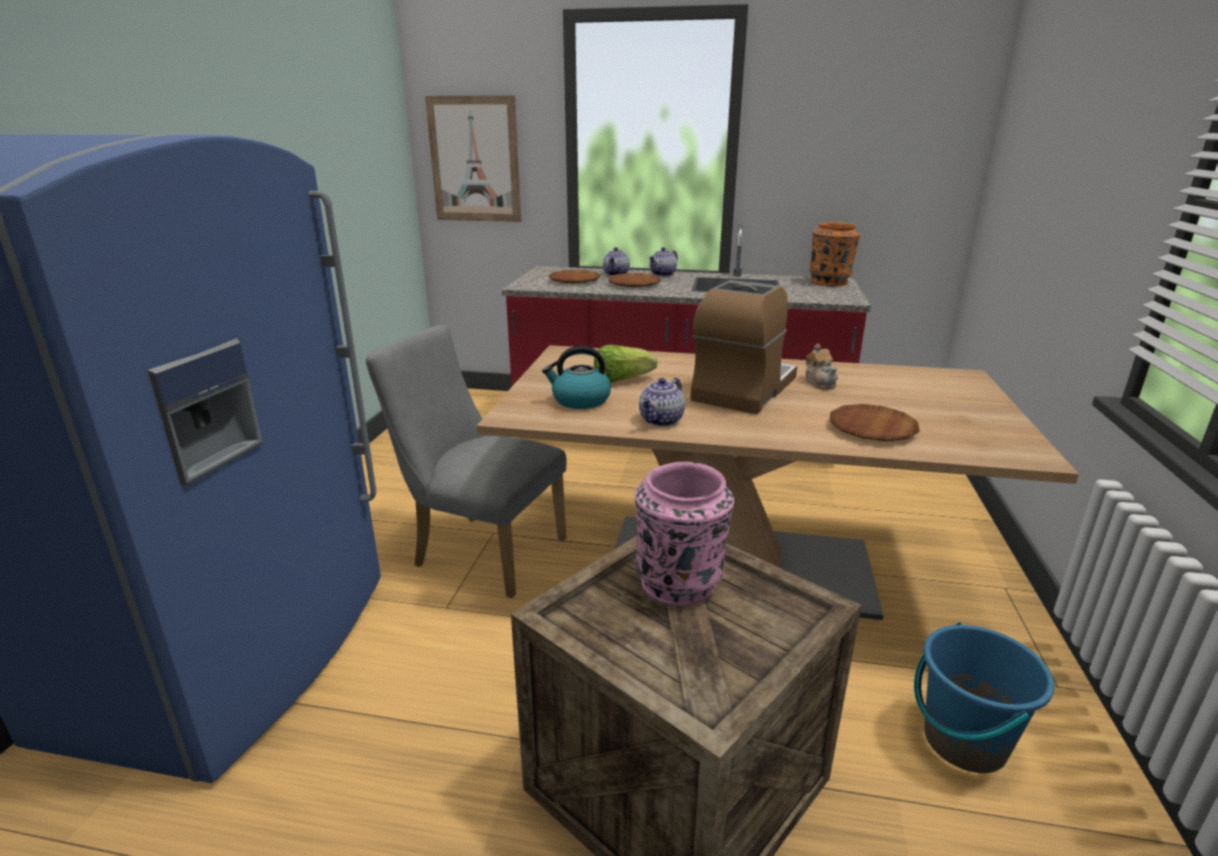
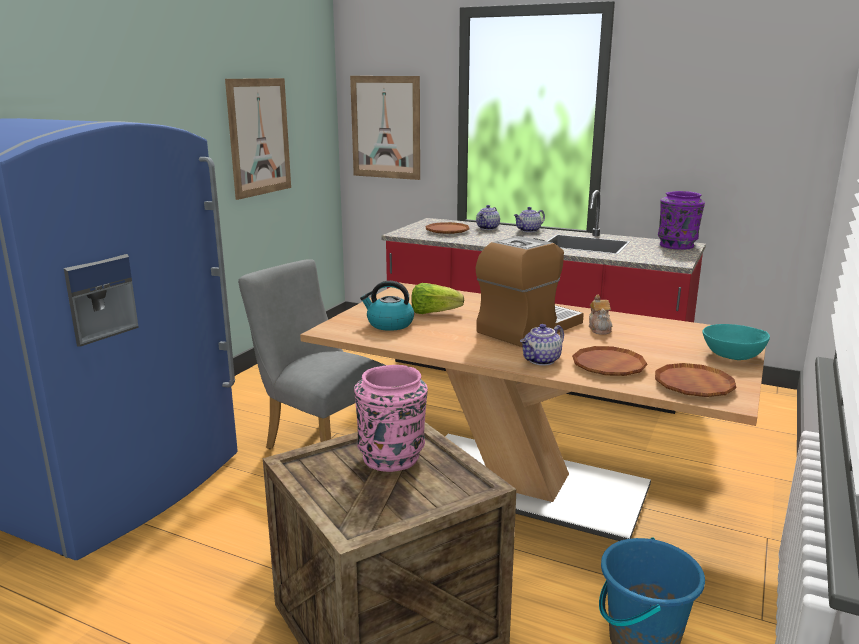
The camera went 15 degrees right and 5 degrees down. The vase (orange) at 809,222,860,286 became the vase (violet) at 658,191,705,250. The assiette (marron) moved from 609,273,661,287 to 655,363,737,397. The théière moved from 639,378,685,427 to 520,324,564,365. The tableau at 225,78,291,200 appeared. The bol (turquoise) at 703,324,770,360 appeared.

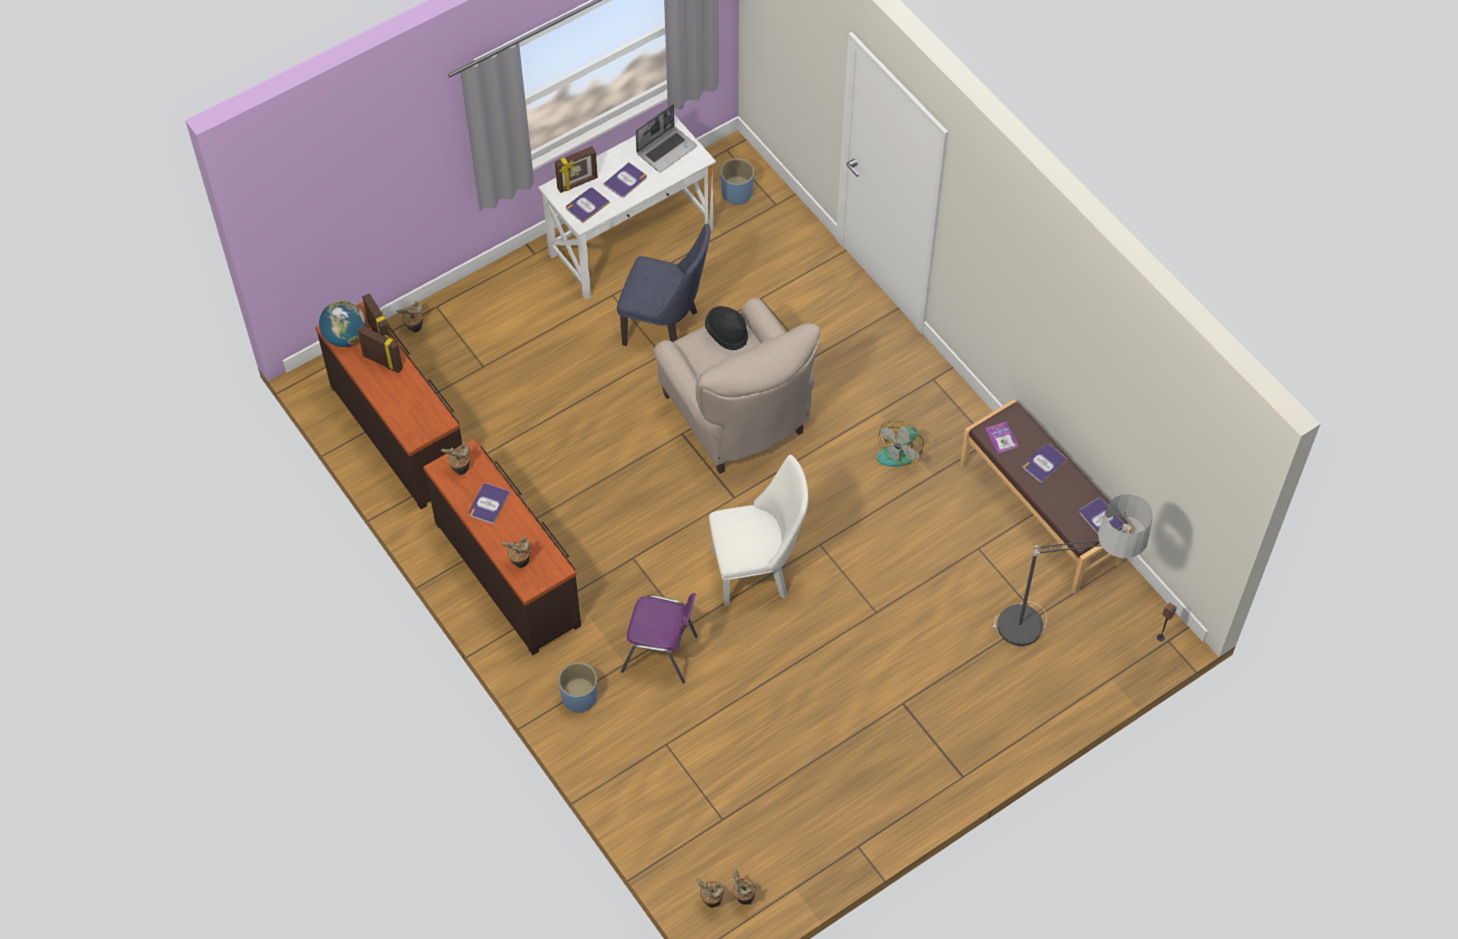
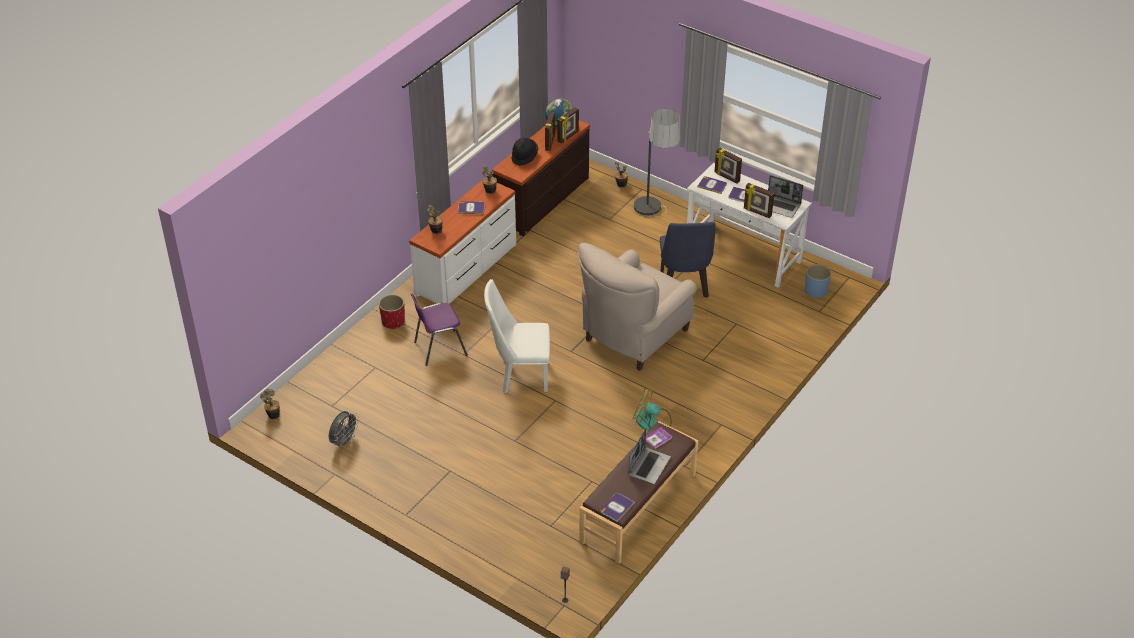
The camera went 70 degrees right and 15 degrees down. The chapeau (noir) moved from 705,306,748,350 to 511,138,538,166. The commode (marron) at 423,438,581,655 became the commode (blanc) at 409,177,516,304. The livre at 1022,444,1068,483 was replaced by the ordinateur portable at 628,429,671,484. The chaise (blanc) at 709,454,808,606 turned 120 degrees clockwise. The lampadaire moved from 993,494,1153,646 to 634,109,680,217. The chaise (violet) at 621,593,698,684 turned 75 degrees clockwise. The cache-pot (bleu) at 558,662,597,713 became the cache-pot (rouge) at 379,294,405,329. The plante en pot at 733,870,756,905 disappeared. The cadre photo at 744,183,774,218 appeared. The ventilateur (gris) at 329,411,359,448 appeared.

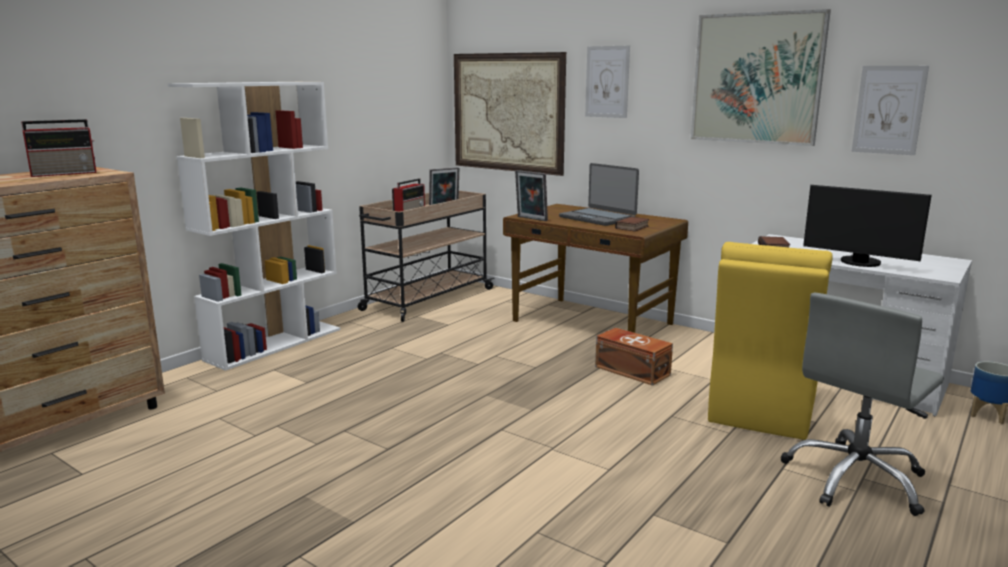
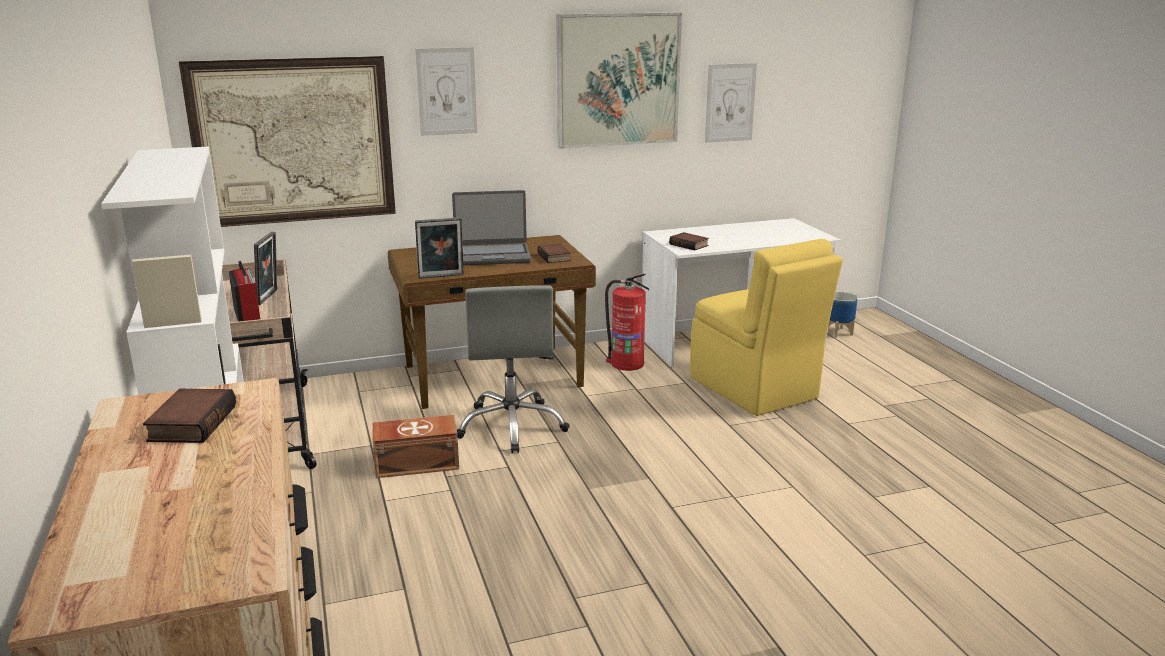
The camera went 55 degrees left and 5 degrees up. The radio at 21,119,97,177 was replaced by the livre at 143,389,236,443. The écran d'ordinateur at 803,185,932,267 disappeared. The chaise de bureau (gris) moved from 781,293,944,516 to 457,285,570,453. The boîte de rangement (marron) moved from 595,328,673,386 to 372,415,459,478. The extincteur at 605,274,649,371 appeared.

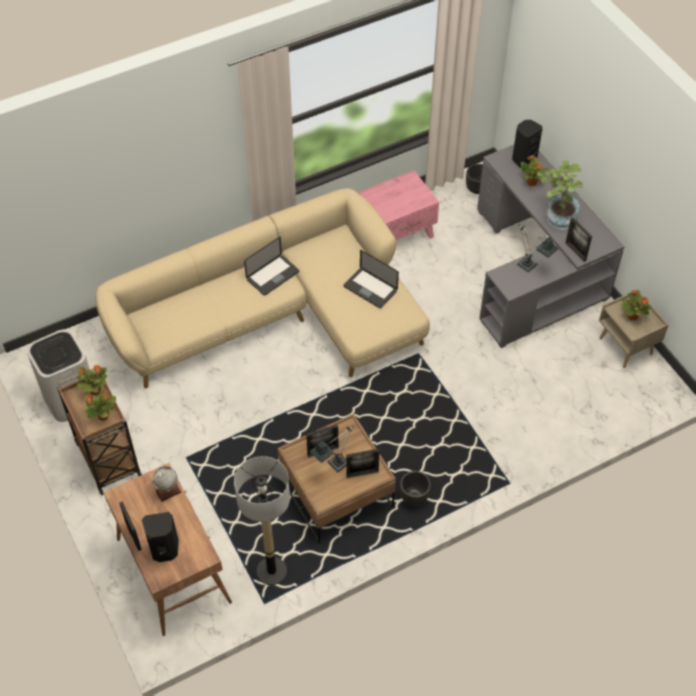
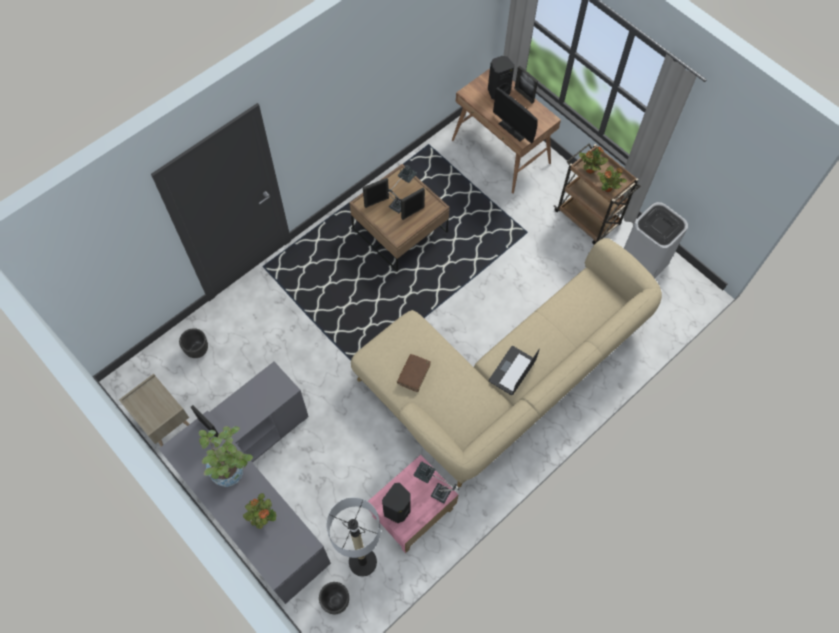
The camera went 165 degrees right and 10 degrees up. The enceinte (noir) moved from 512,120,542,168 to 382,483,411,523. The lampe de table moved from 517,225,558,272 to 414,462,459,504. The ordinateur portable at 343,250,399,308 was replaced by the livre (marron) at 397,354,431,392. The plante en pot at 621,290,652,320 disappeared. The lampadaire moved from 234,456,290,585 to 326,497,381,577. The globe at 152,466,181,502 was replaced by the écran d'ordinateur at 493,87,538,144. The cache-pot (noir) moved from 400,471,431,506 to 179,328,208,358.

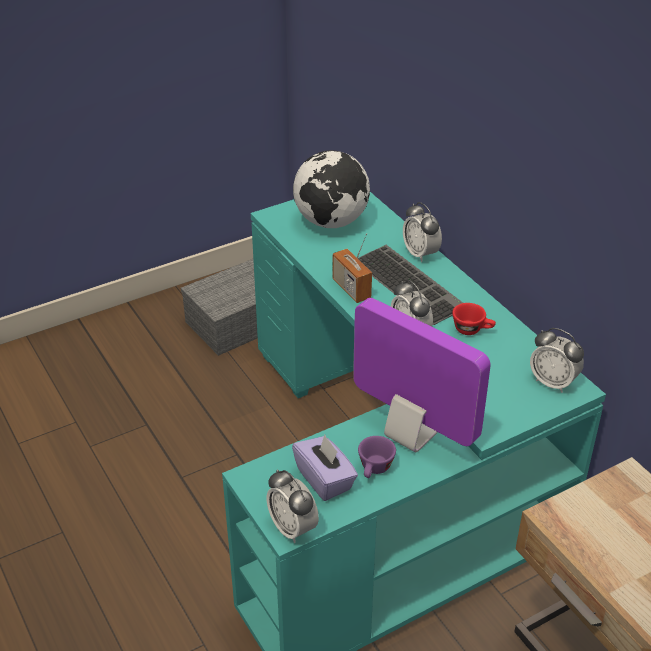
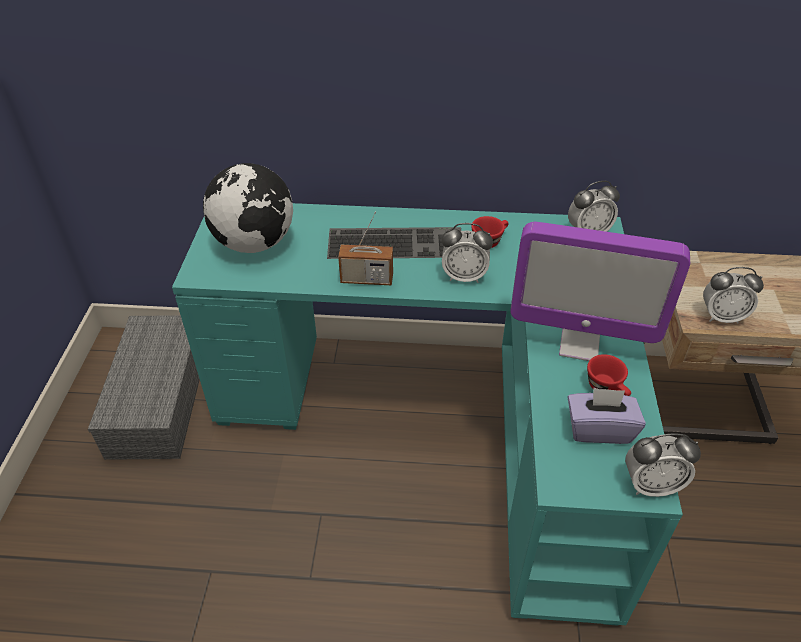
The camera went 55 degrees left and 5 degrees up. The réveil moved from 403,202,442,262 to 703,267,764,323. The écran d'ordinateur at 353,298,491,452 turned 150 degrees counterclockwise. The tasse (violet) at 358,436,396,478 became the tasse (rouge) at 587,354,631,396.

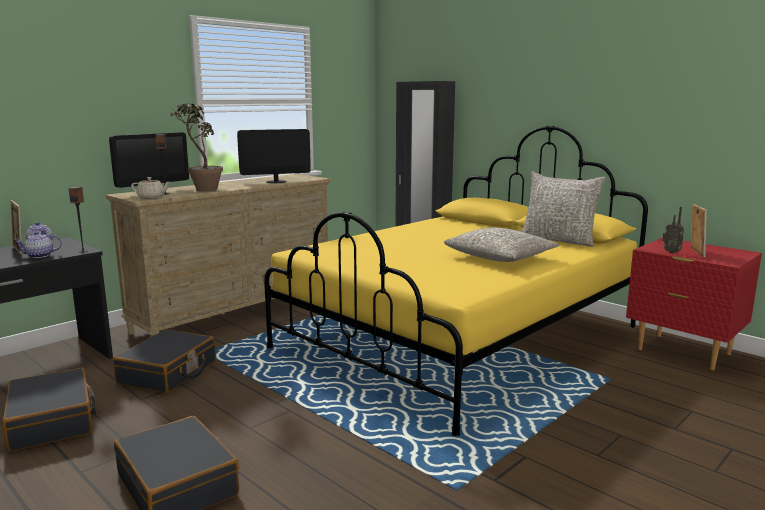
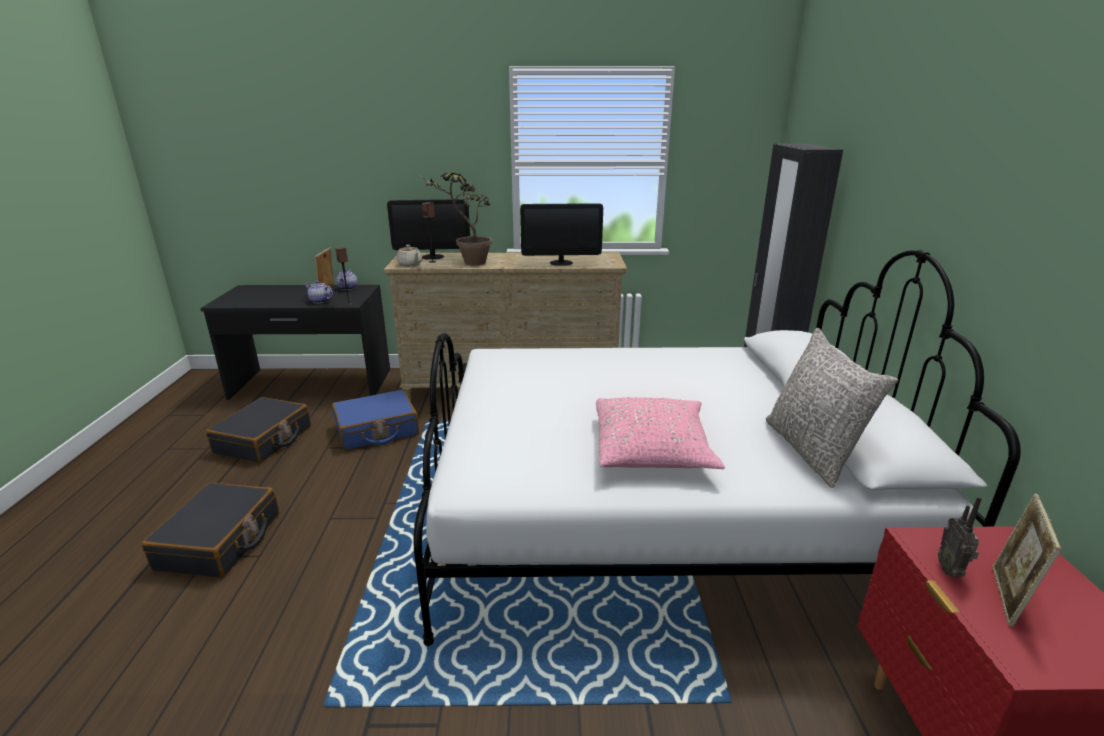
The camera went 45 degrees right and 10 degrees up. The lit (jaune) at 264,126,648,436 became the lit (blanc) at 414,250,1021,646. The écran d'ordinateur at 237,129,311,183 turned 150 degrees clockwise. The cadre photo at 691,204,707,258 turned 150 degrees clockwise. The coussin (gris) at 444,227,560,262 became the coussin (rose) at 596,397,725,469. The valise (noir) at 113,329,216,393 became the valise (bleu) at 332,390,419,451.

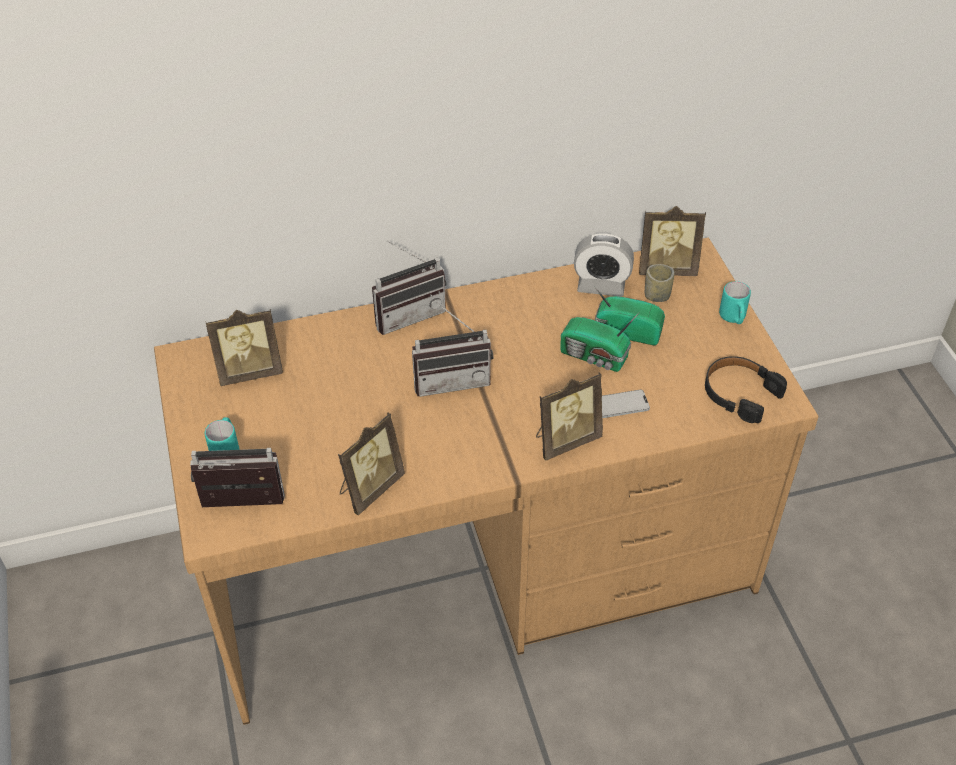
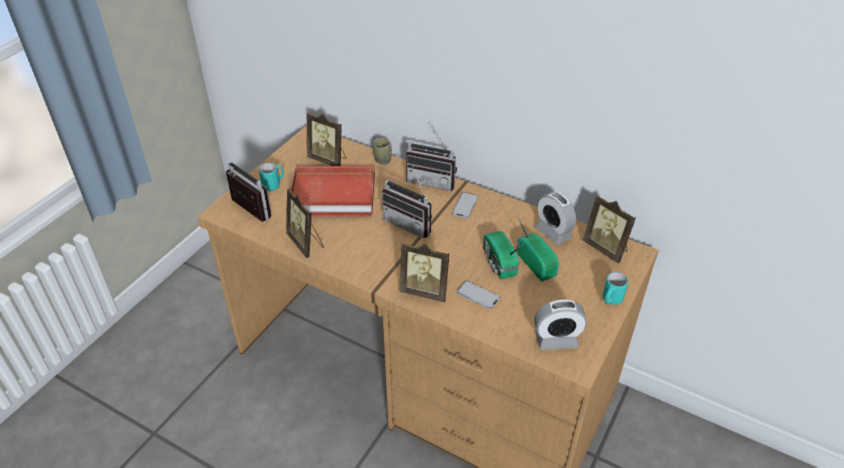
The camera went 45 degrees right and 5 degrees down. The tasse moved from 645,264,675,302 to 373,138,392,165. The casque audio (noir) at 705,356,787,423 was replaced by the réveil at 534,299,587,350. The cadre photo at 338,412,405,515 turned 60 degrees clockwise. The plateau (rouge) at 291,166,375,217 appeared. The téléphone at 452,192,478,218 appeared.

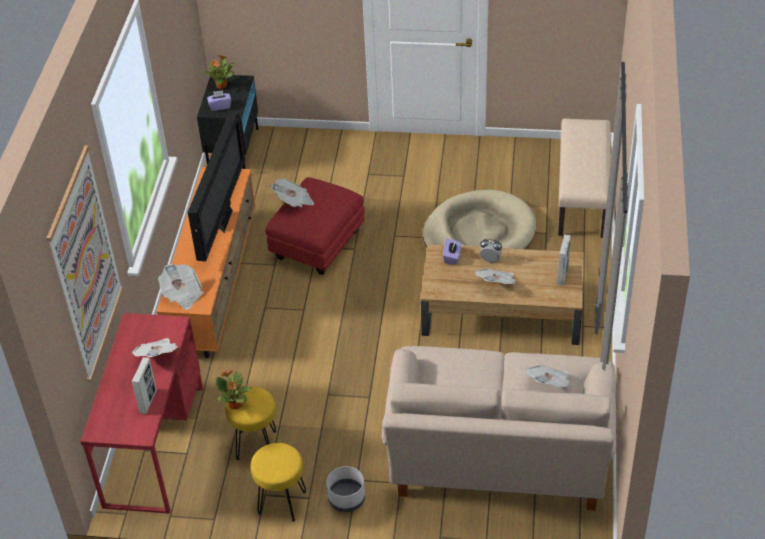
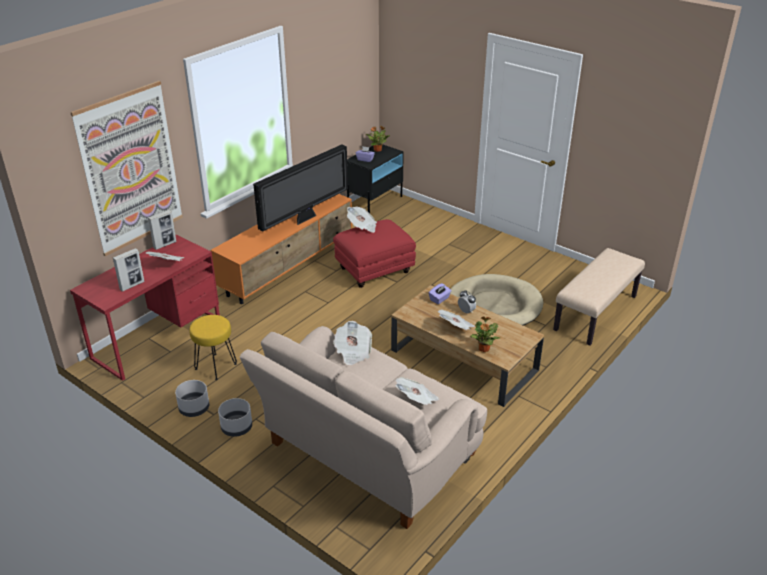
The camera went 30 degrees right and 10 degrees down. The cadre photo moved from 557,235,571,285 to 148,210,176,250. The journal moved from 158,263,203,310 to 333,321,372,366. The plante en pot moved from 216,370,252,409 to 470,316,500,352. The tabouret (jaune) at 251,443,306,522 was replaced by the cache-pot (gris) at 175,380,209,417.

